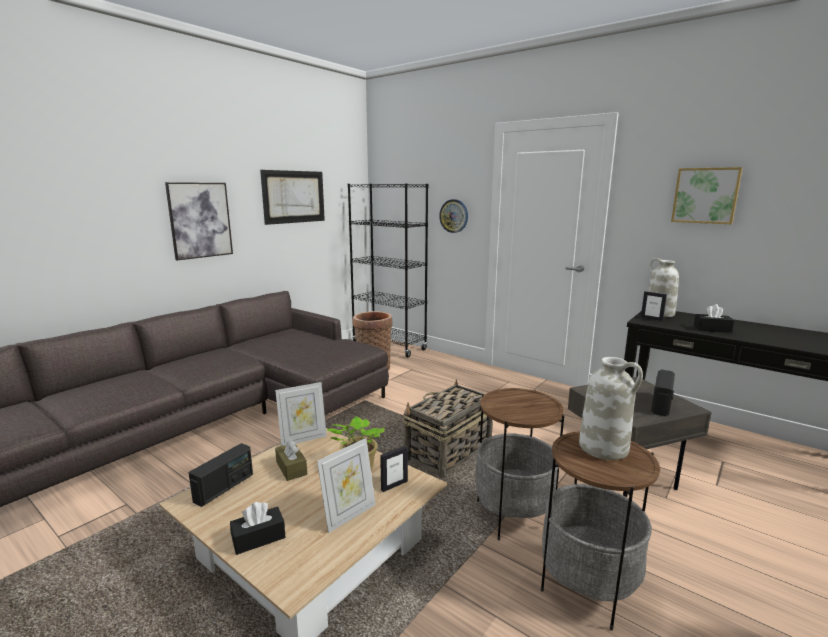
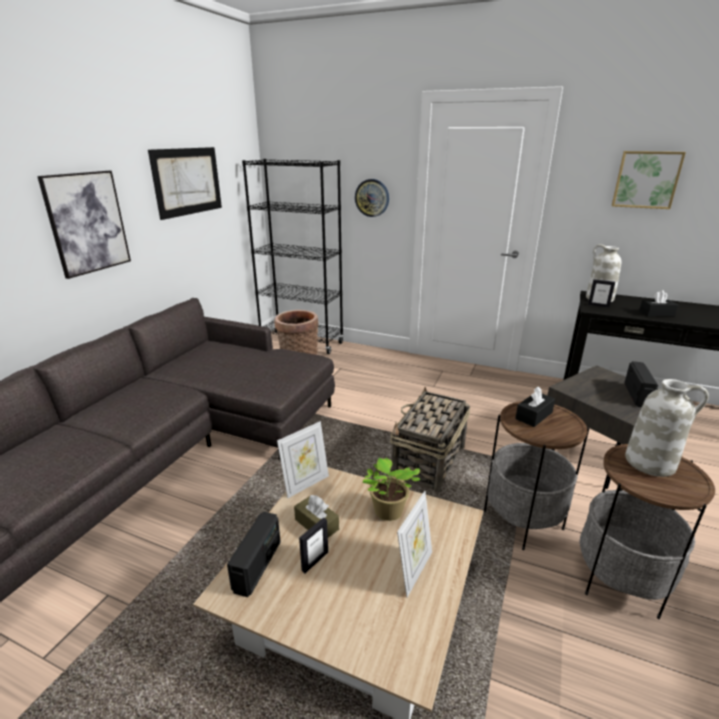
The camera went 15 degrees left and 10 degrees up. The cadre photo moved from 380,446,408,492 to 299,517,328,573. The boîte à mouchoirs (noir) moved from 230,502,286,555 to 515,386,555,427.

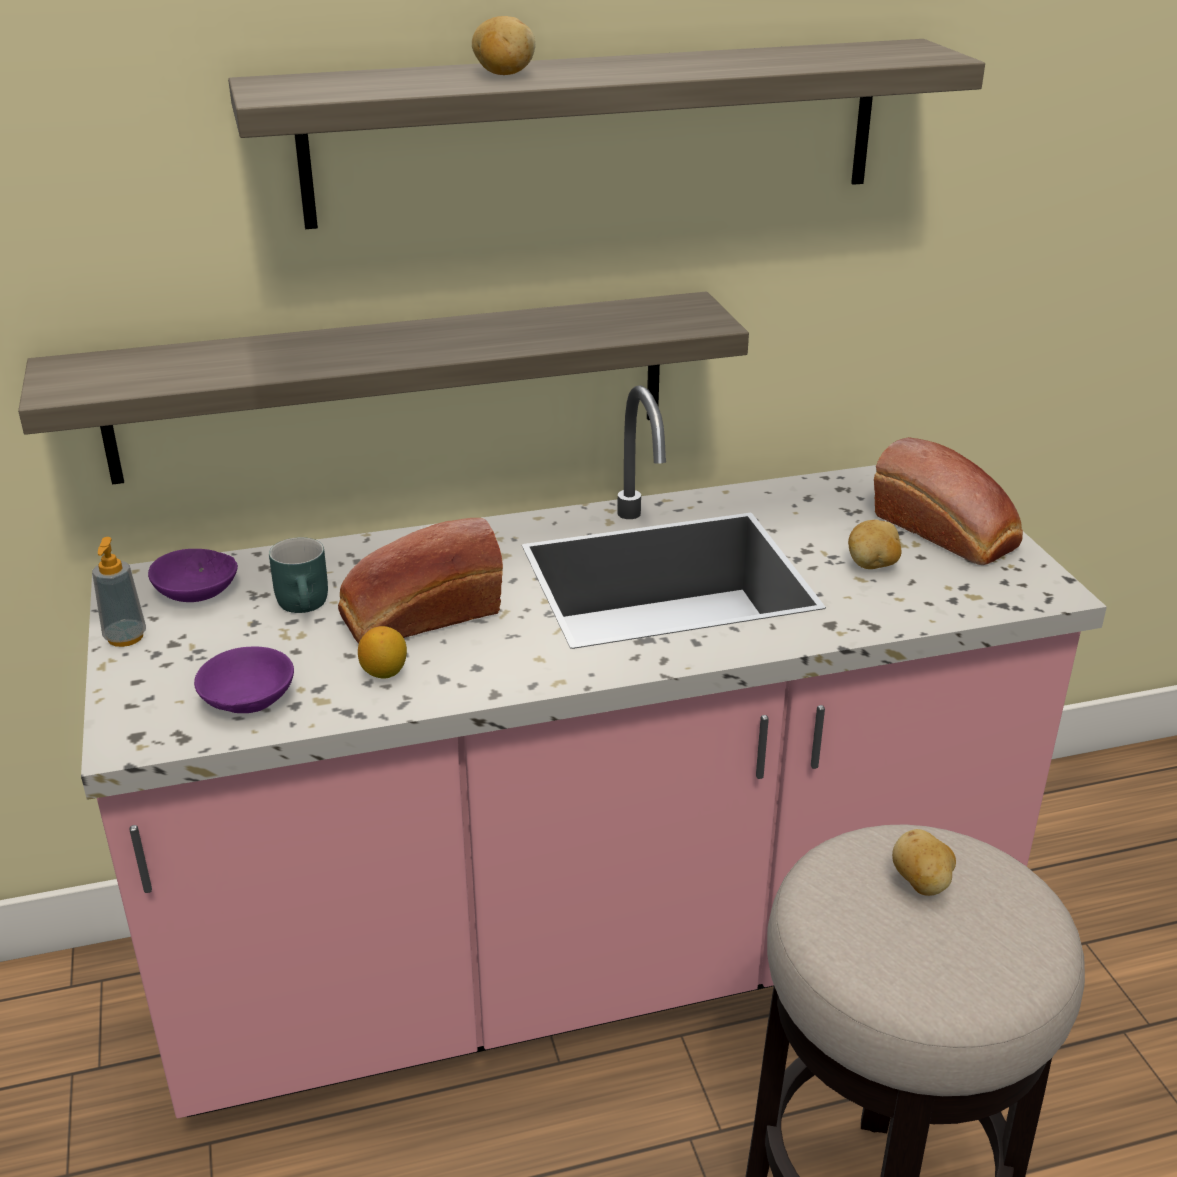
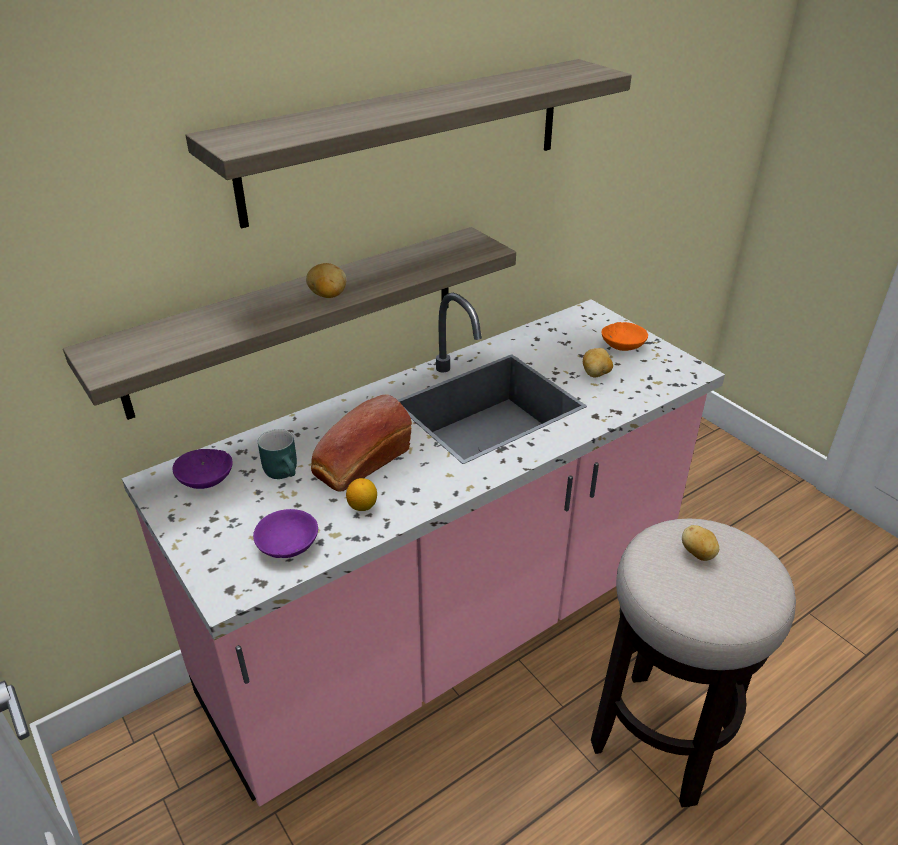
The camera went 20 degrees left and 5 degrees up. The pomme de terre moved from 472,16,535,75 to 306,263,346,298. The pain at 874,437,1023,565 was replaced by the bol (orange) at 602,322,648,351. The distributeur de savon at 92,537,146,647 disappeared.

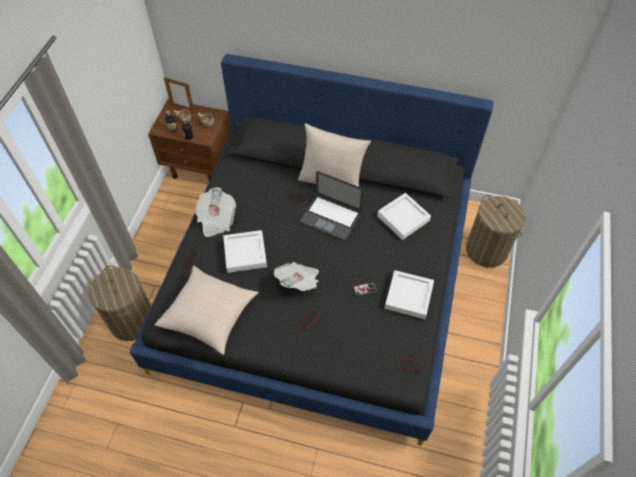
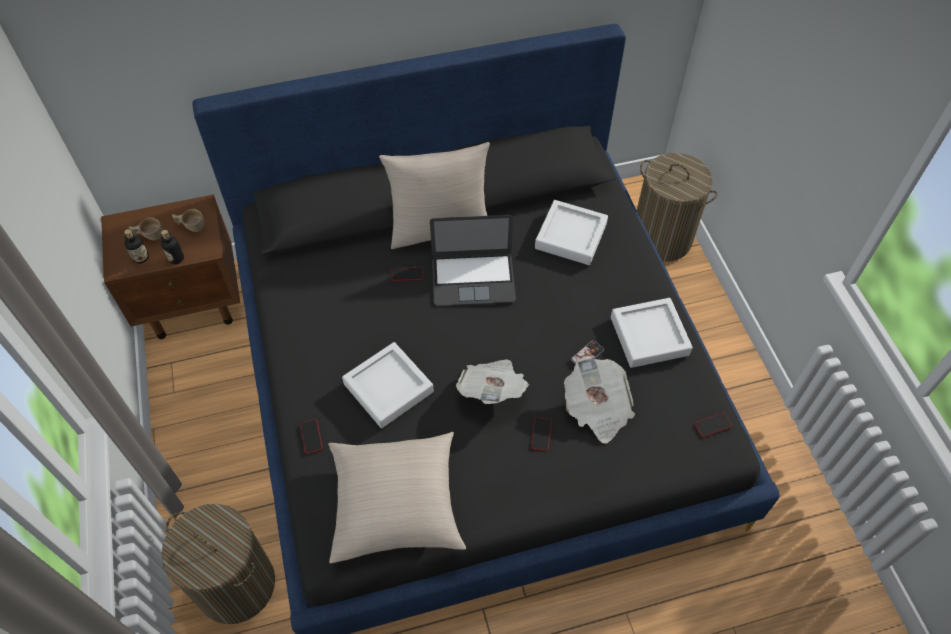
The camera went 30 degrees left and 0 degrees up. The cadre photo at 163,77,195,112 disappeared. The journal moved from 195,187,236,237 to 564,355,635,443.

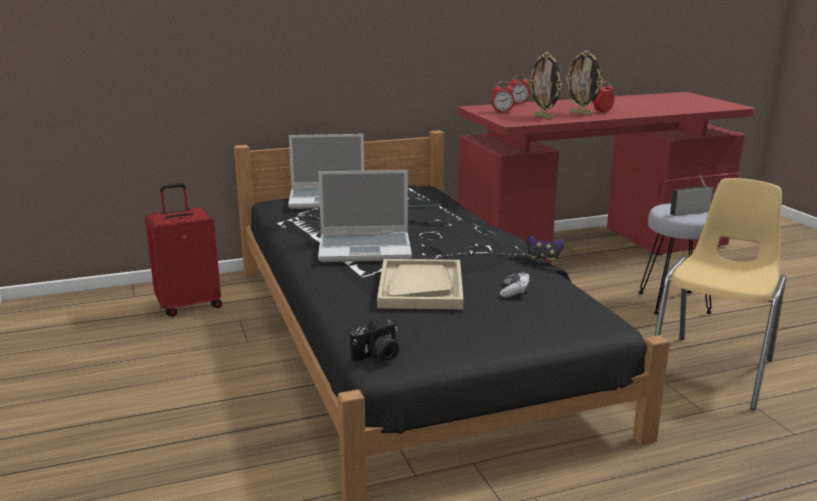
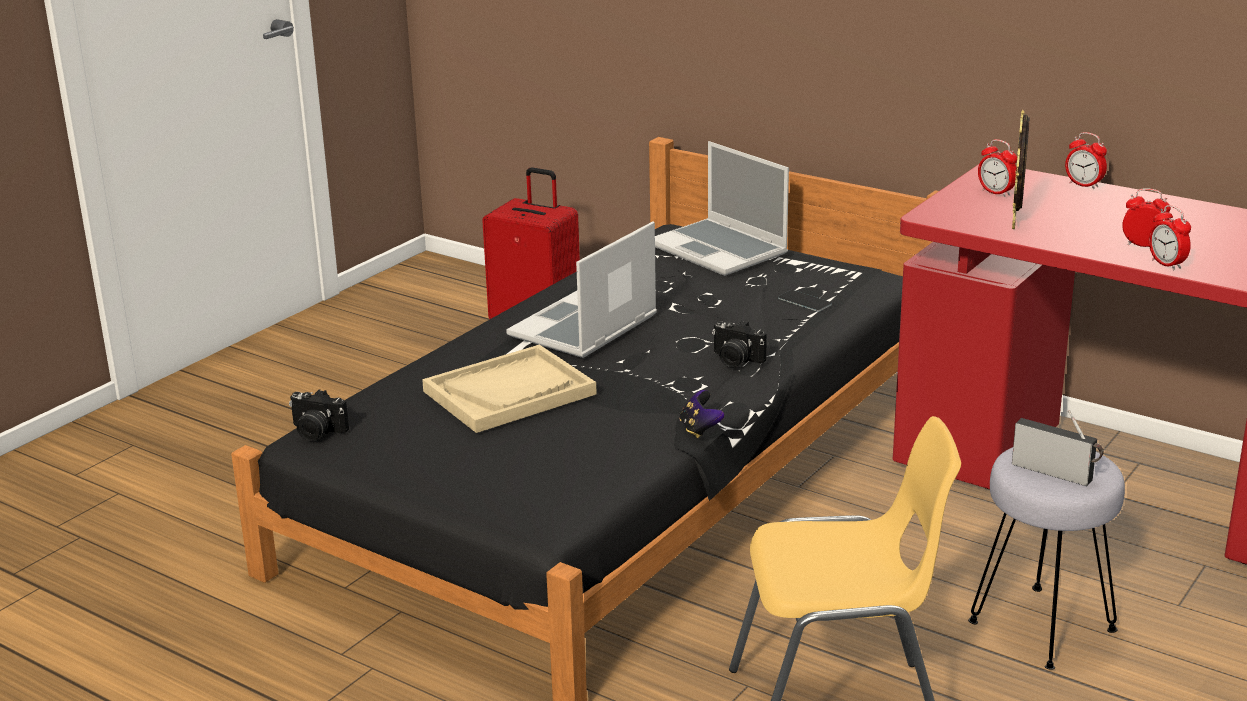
The camera went 55 degrees right and 5 degrees up. The cadre photo at 566,50,603,116 disappeared. The ordinateur portable at 318,170,412,262 turned 75 degrees clockwise. The manette at 500,272,530,298 disappeared. The réveil at 1149,205,1191,270 appeared. The appareil photo at 712,321,767,367 appeared.

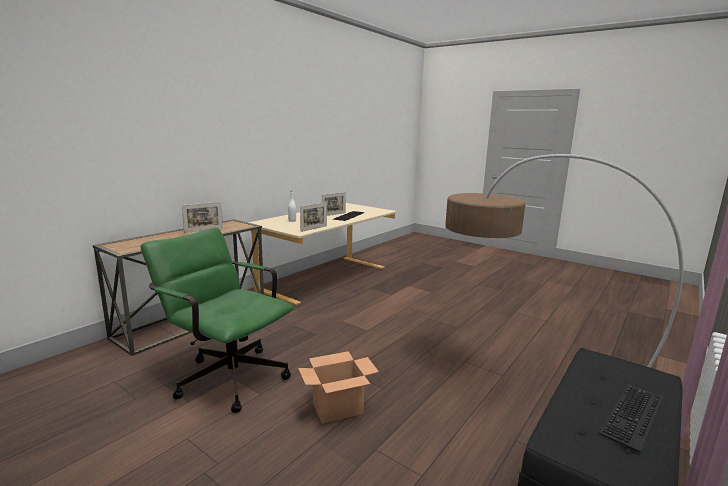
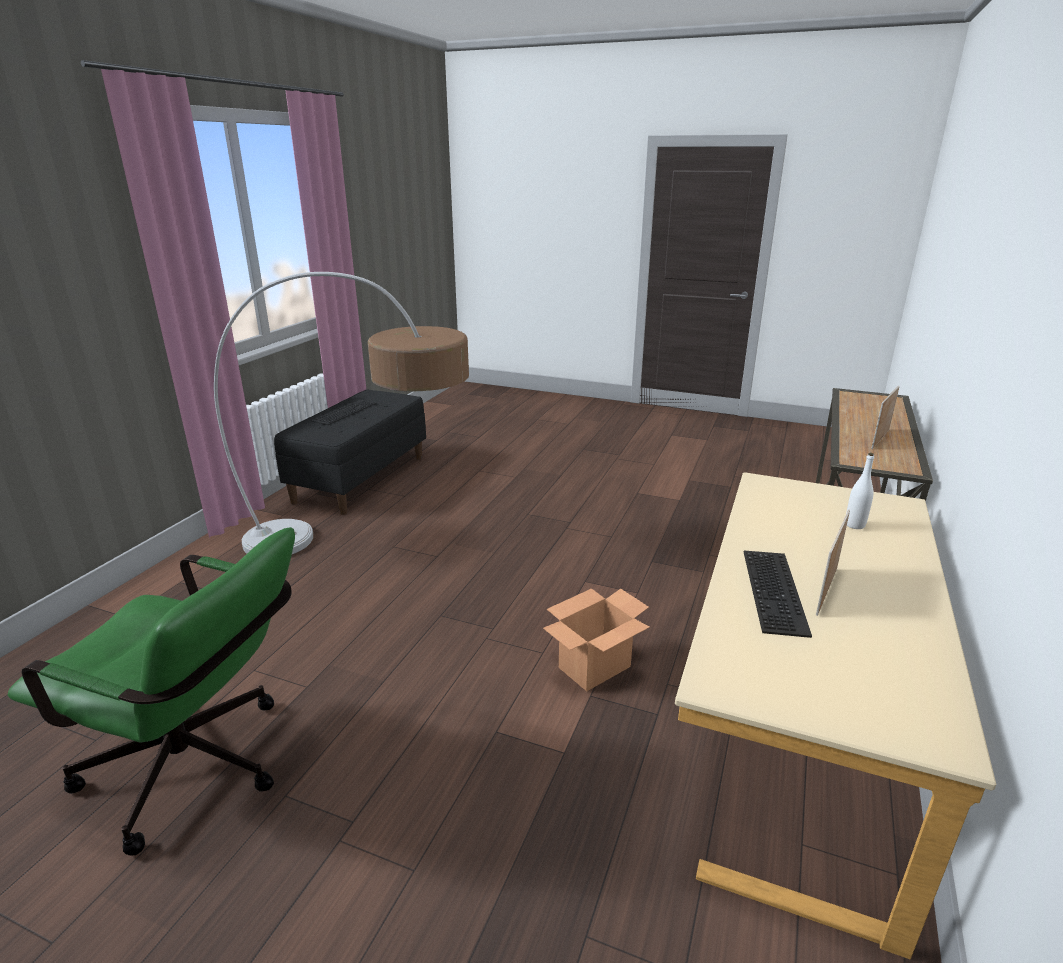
The camera went 165 degrees right and 10 degrees up. The cadre photo at 300,202,327,232 disappeared. The chaise de bureau (vert) moved from 141,227,294,413 to 8,527,295,855. The carton moved from 298,351,379,424 to 543,588,650,691.

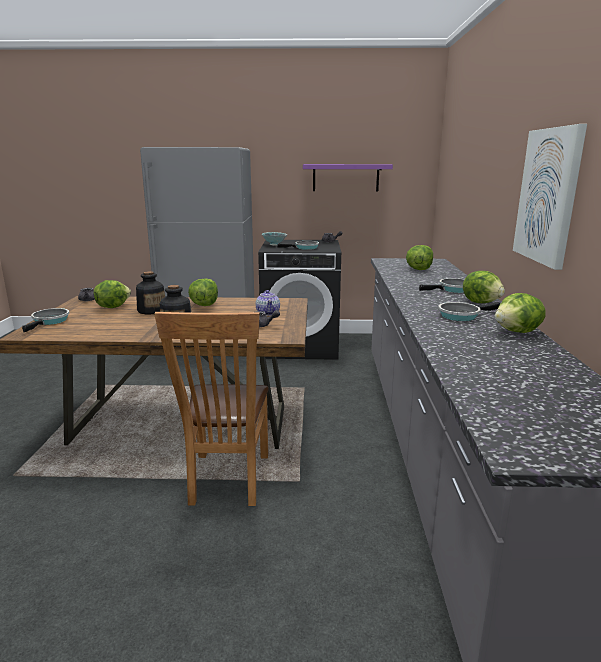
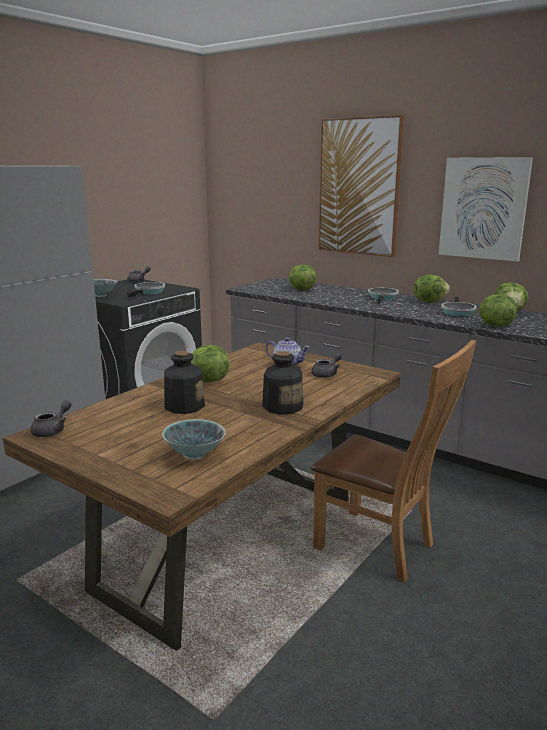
The camera went 55 degrees left and 0 degrees up. The étagère (violet) at 303,164,393,191 disappeared. The laitue moved from 94,280,131,308 to 479,294,517,327. The poêle at 22,308,69,332 disappeared. The tableau at 319,115,404,257 appeared. The bol at 162,419,226,460 appeared.

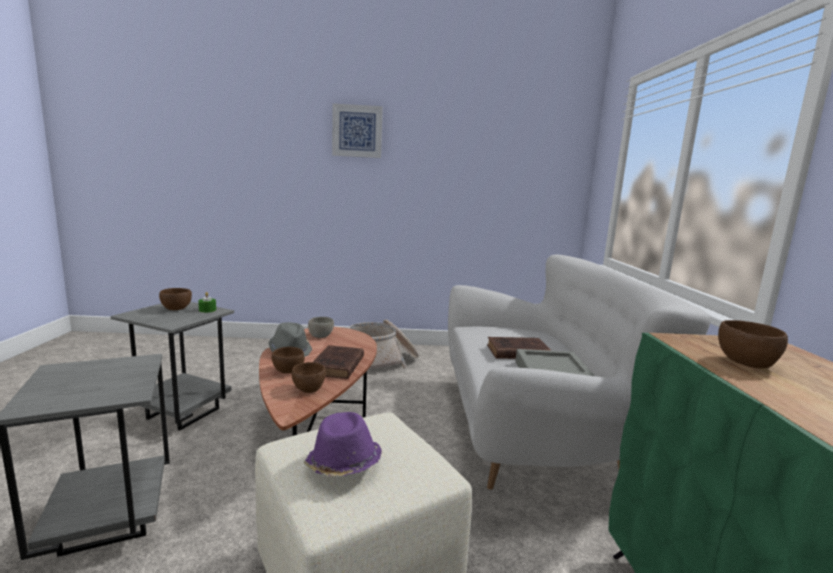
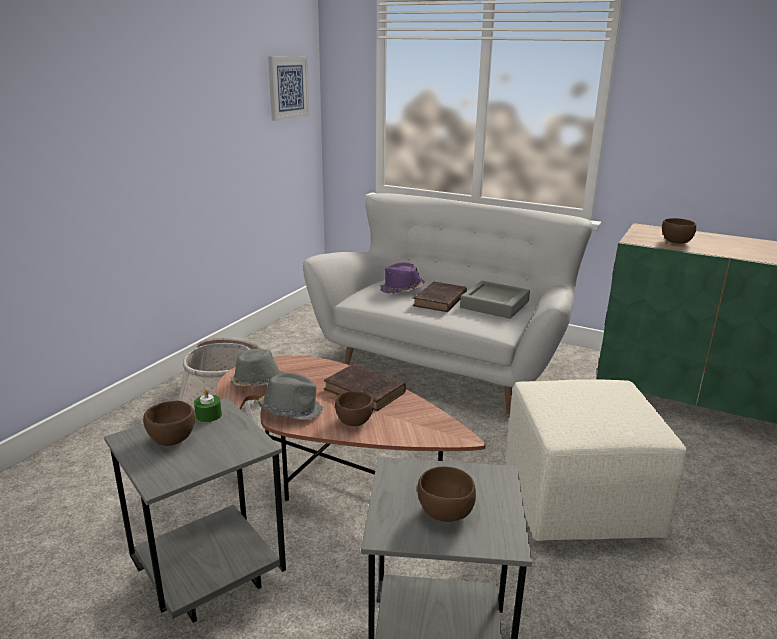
The camera went 60 degrees left and 10 degrees up. The tableau moved from 332,103,383,158 to 268,56,310,121. The bol (gris) at 308,317,334,338 was replaced by the chapeau (gris) at 229,349,284,387. The bol (marron) moved from 292,362,326,393 to 417,466,476,522. The chapeau (violet) moved from 303,412,382,477 to 380,262,425,294.

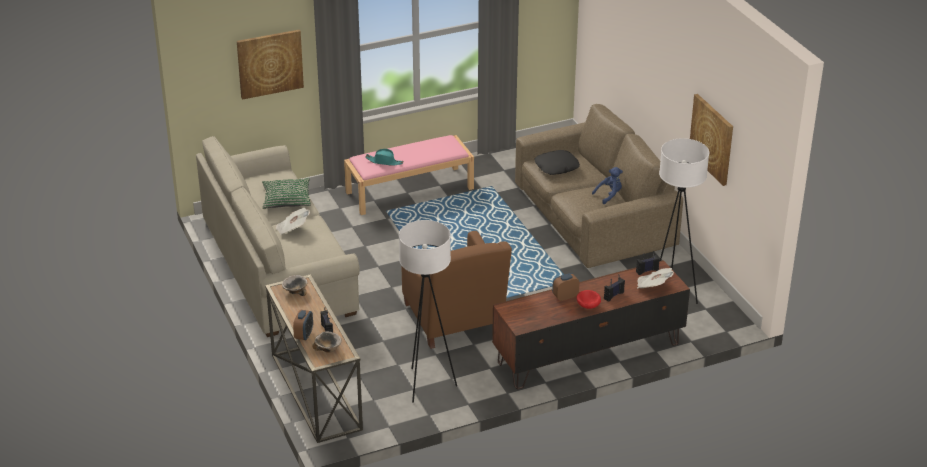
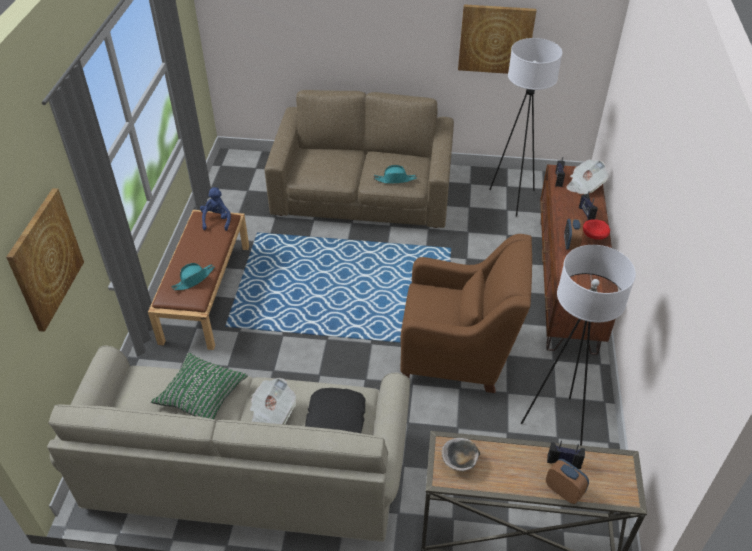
The camera went 60 degrees left and 10 degrees up. The banc (rose) at 344,135,474,215 became the banc (marron) at 148,210,249,350. The coussin (noir) moved from 535,150,580,175 to 305,388,365,433. The peluche (bleu) moved from 592,167,623,204 to 200,187,231,231. The bol at 312,332,342,353 disappeared. The chapeau (turquoise) at 374,165,417,184 appeared.

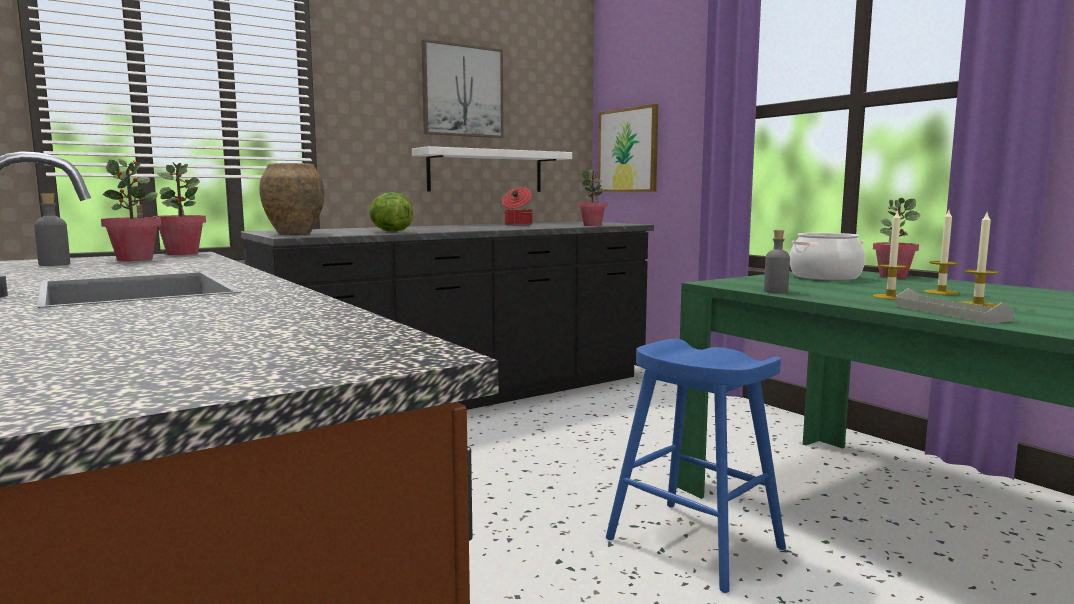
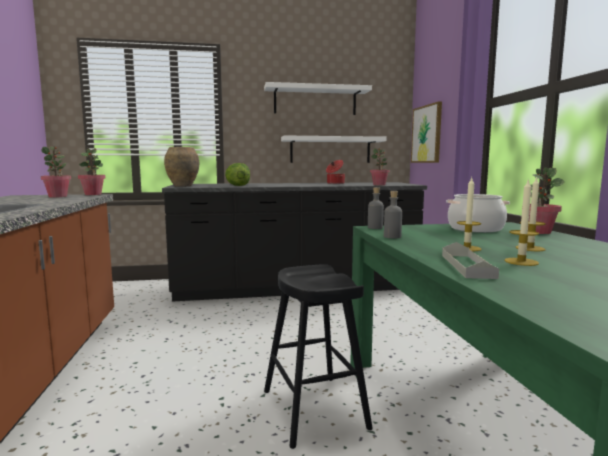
The camera went 25 degrees right and 0 degrees up. The tableau at 421,39,504,138 was replaced by the étagère (blanc) at 264,82,372,115. The bouteille (gris) moved from 34,193,70,266 to 368,187,384,229. The tabouret (bleu) at 606,339,786,593 became the tabouret (noir) at 264,264,373,449.

